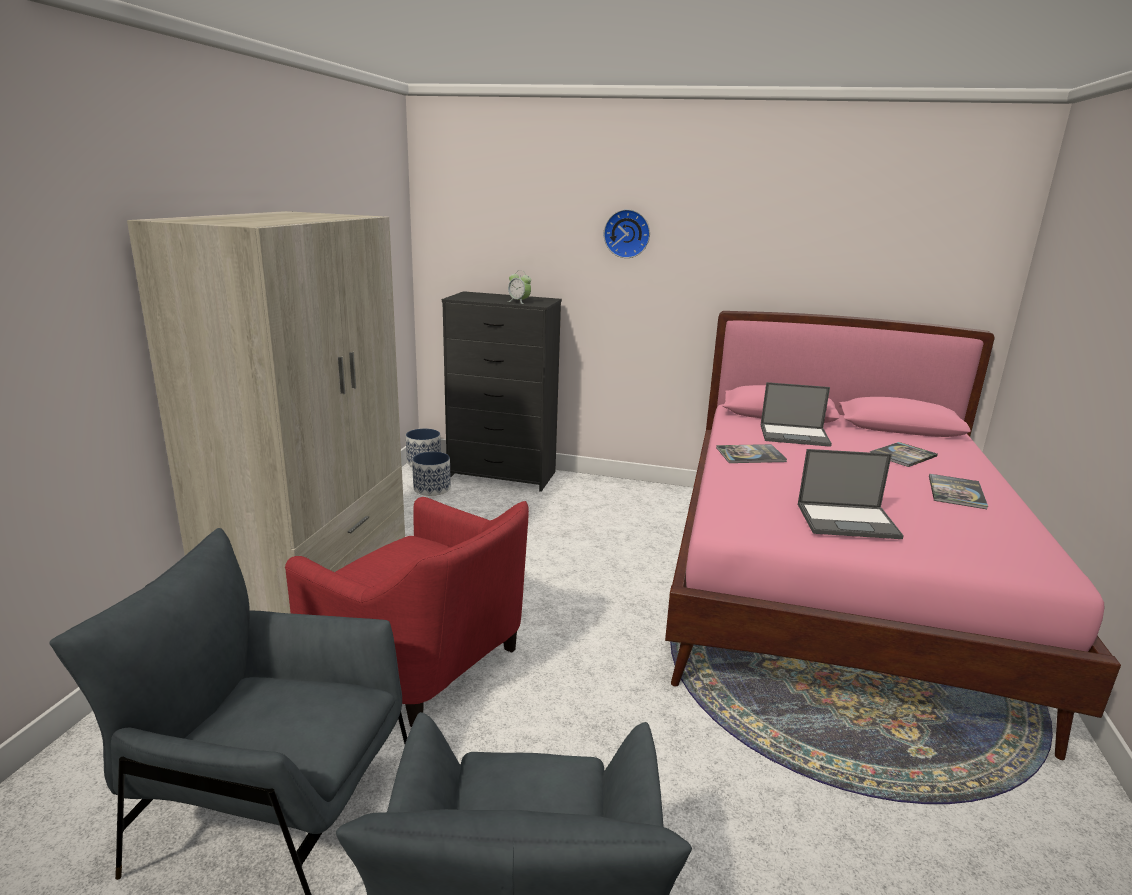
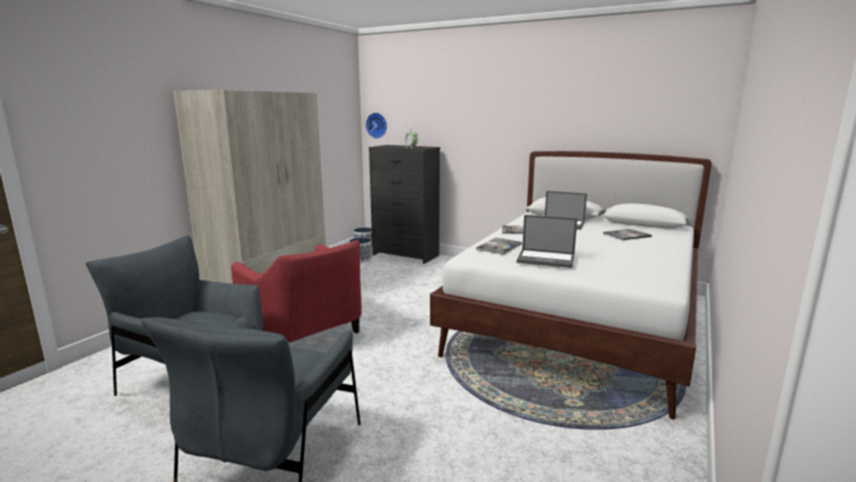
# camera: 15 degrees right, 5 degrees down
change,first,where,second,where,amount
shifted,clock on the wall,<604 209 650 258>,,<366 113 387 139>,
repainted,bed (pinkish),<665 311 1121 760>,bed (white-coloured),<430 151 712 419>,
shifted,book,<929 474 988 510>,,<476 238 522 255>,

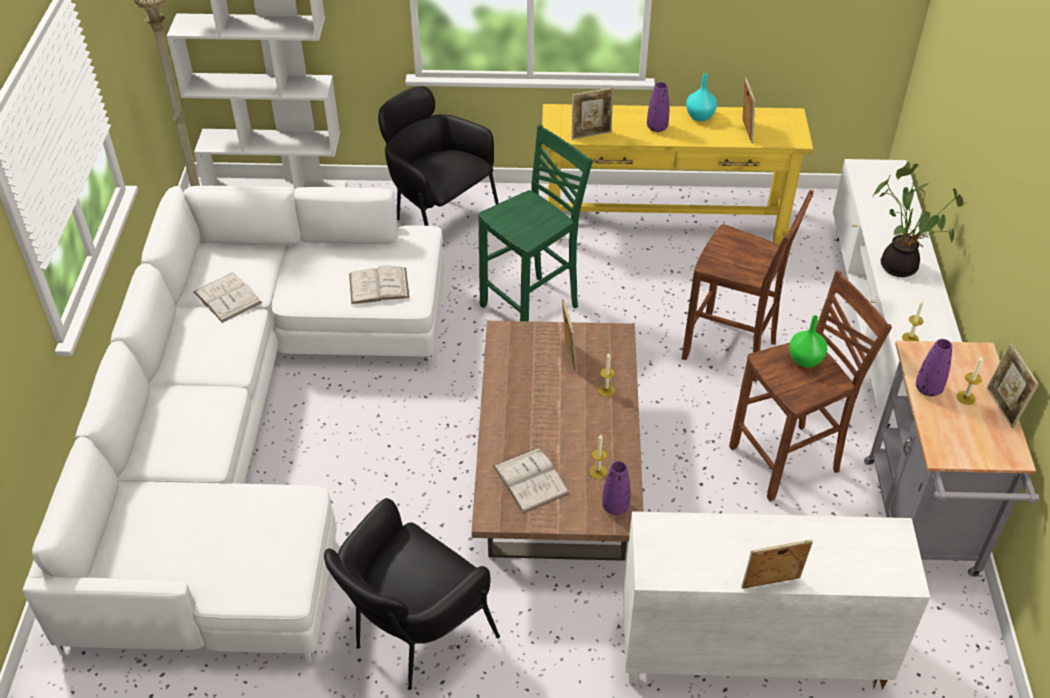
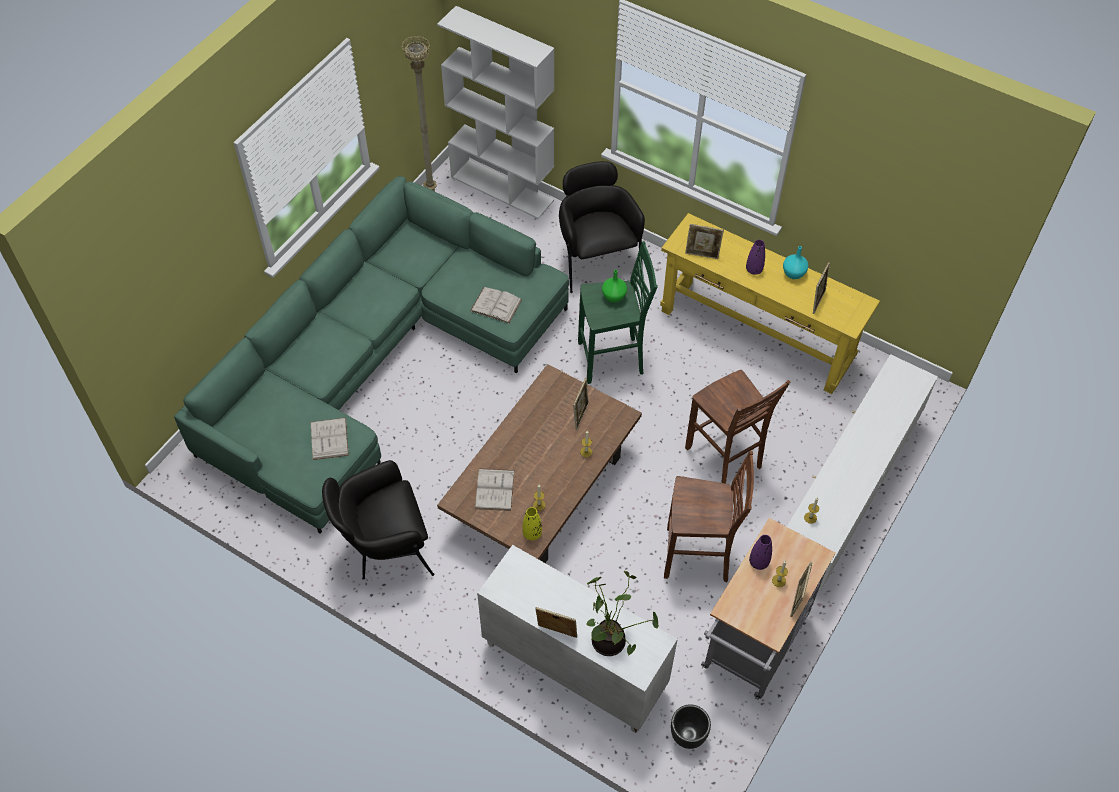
# camera: 30 degrees right, 10 degrees up
change,first,where,second,where,amount
shifted,potted plant,<873 162 963 277>,,<586 571 659 656>,
repainted,settee (white-coloured),<23 186 444 663>,settee (green-coloured),<174 176 569 534>,
shifted,book (white-coloured),<194 272 262 323>,,<311 418 349 460>,
shifted,decorative vase (green-coloured),<789 315 827 368>,,<602 270 627 303>,
repainted,decorative vase (purple),<602 461 630 515>,decorative vase (yellow),<522 507 542 540>,
new,,,planter (black),<671 705 711 749>,

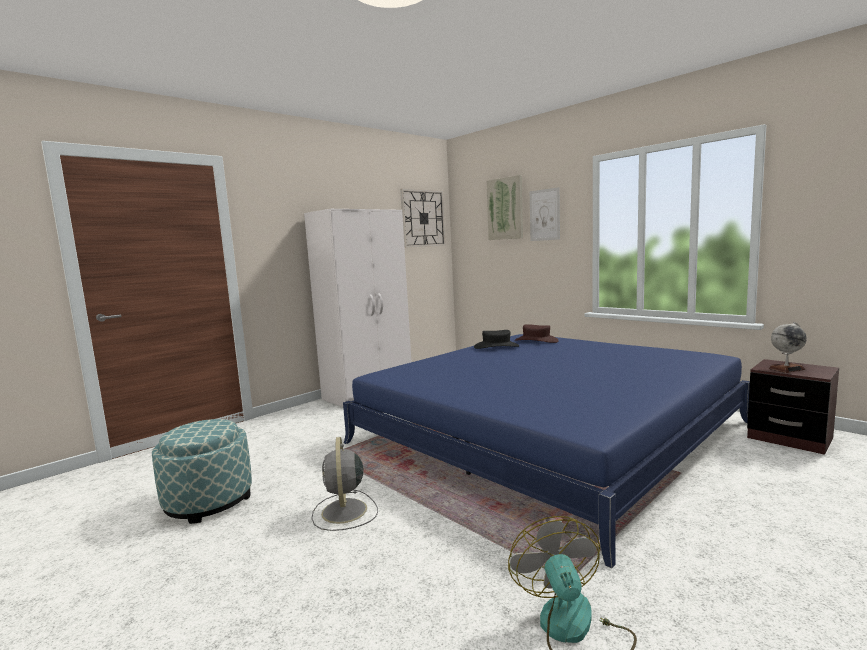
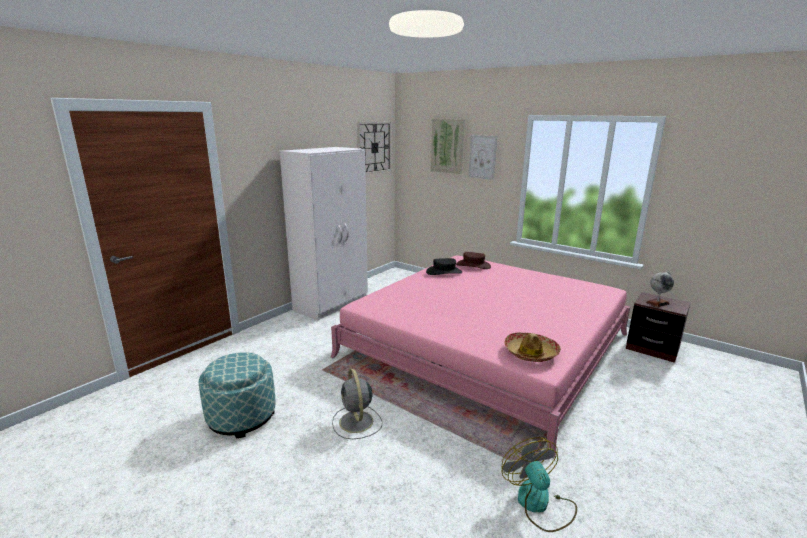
# camera: 10 degrees left, 10 degrees up
change,first,where,second,where,amount
repainted,bed (blue),<343 334 750 568>,bed (pinkish),<331 256 630 458>,
new,,,hat,<504 332 561 362>,

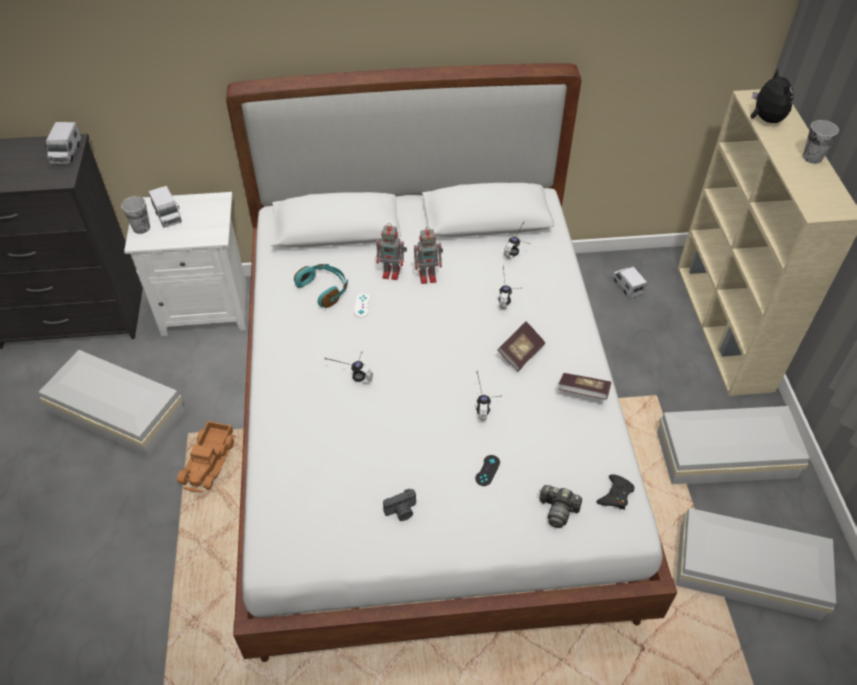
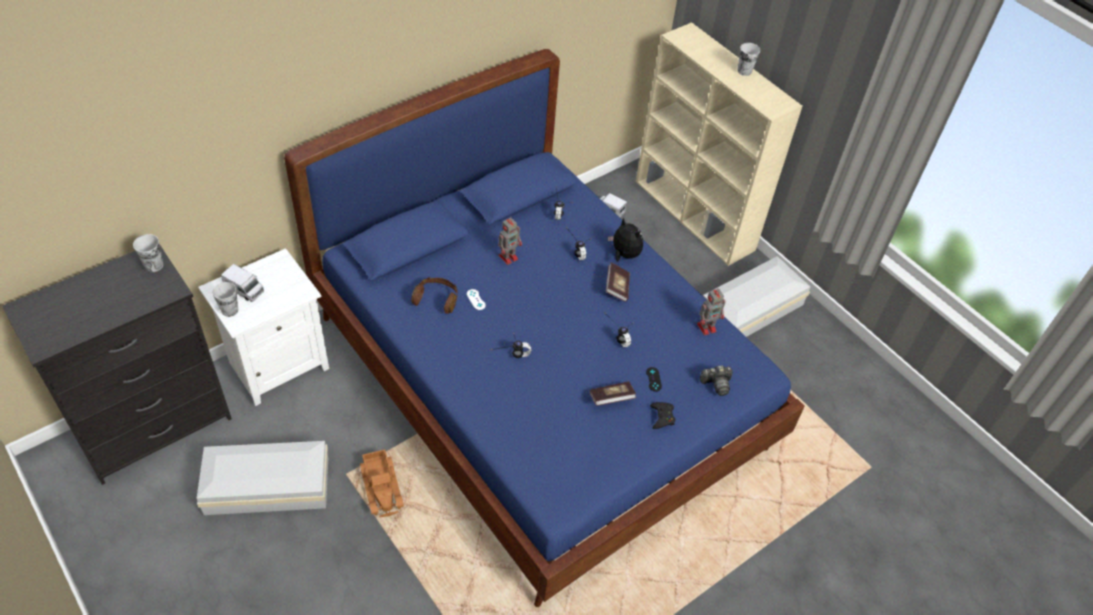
# camera: 35 degrees left, 0 degrees up
change,first,where,second,where,amount
repainted,bed (white-coloured),<226 63 677 662>,bed (blue),<284 49 805 607>,
shifted,plush toy,<750 68 793 123>,,<608 217 643 262>,
swapped,toy lorry,<45 122 82 164>,drinking cup,<133 234 163 272>,
shifted,model robot,<376 223 407 280>,,<697 288 725 336>,
repainted,headset (turquoise),<294 264 348 308>,headset (brown-coloured),<411 277 458 314>,
shifted,book,<558 373 611 400>,,<590 382 637 406>,
shifted,game controller (black),<596 474 635 510>,,<650 402 675 429>,
gone,still camera,<383 489 416 521>,,,
gone,storage container (white-coloured),<676 508 836 620>,,,

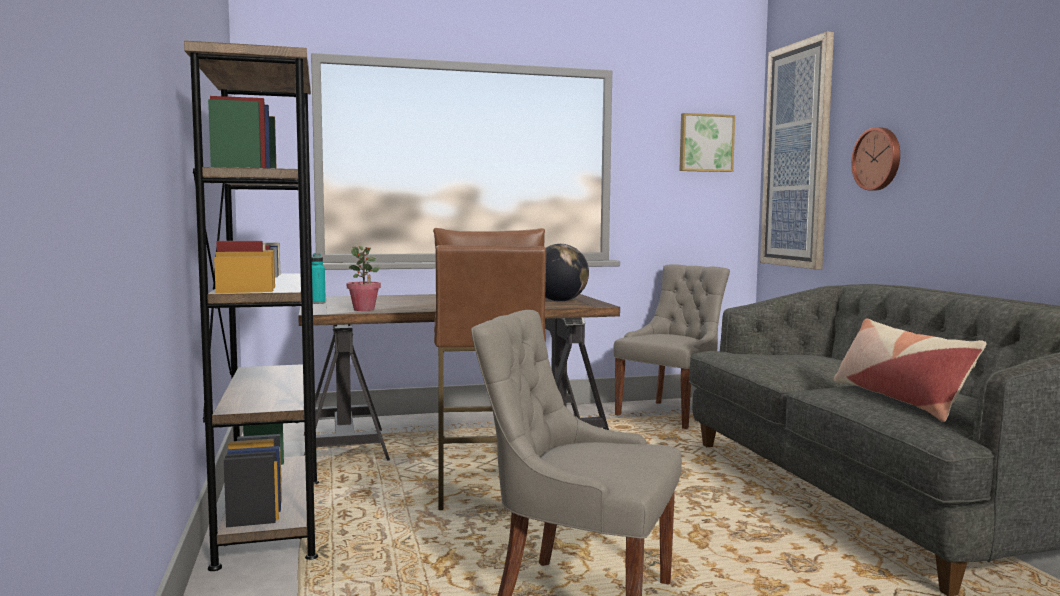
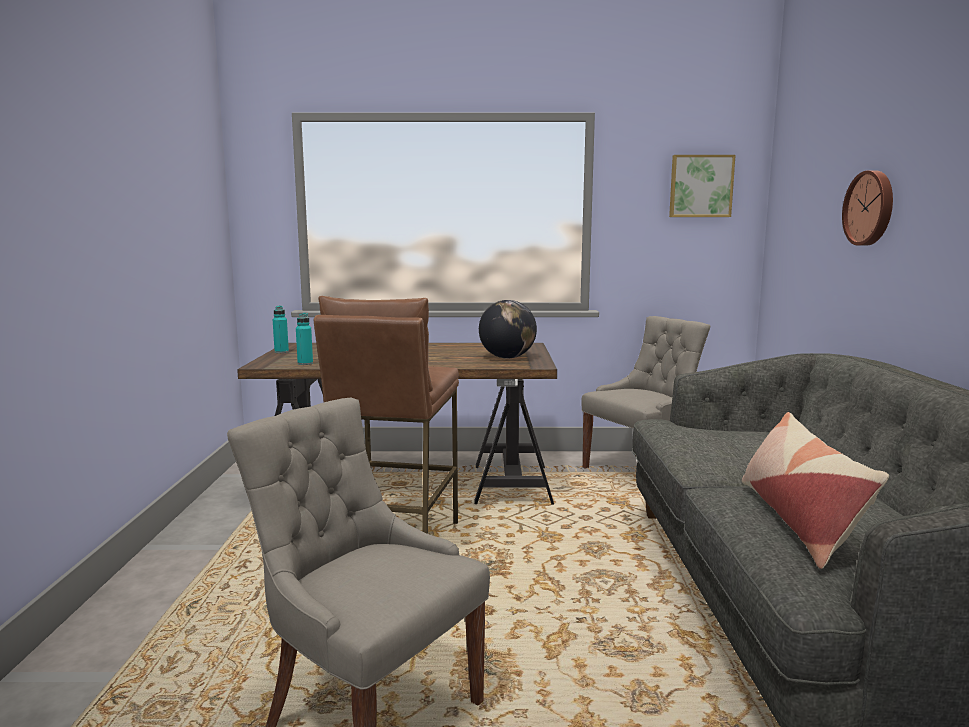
# camera: 15 degrees right, 5 degrees up
change,first,where,second,where,amount
gone,picture,<760 31 834 270>,,,
gone,bookshelf (brown-coloured),<184 41 319 571>,,,
swapped,potted plant,<347 246 381 311>,drink bottle (turquoise),<296 313 313 365>,

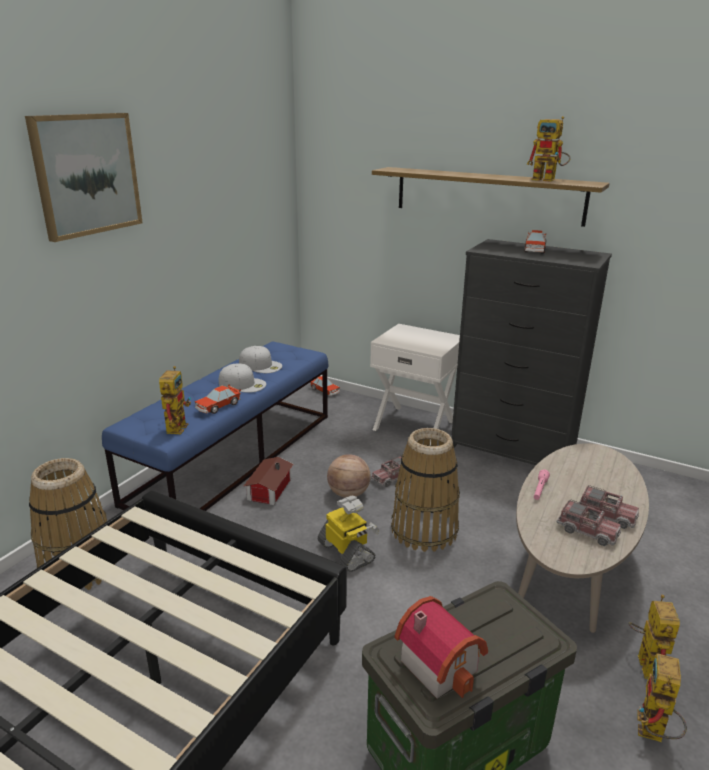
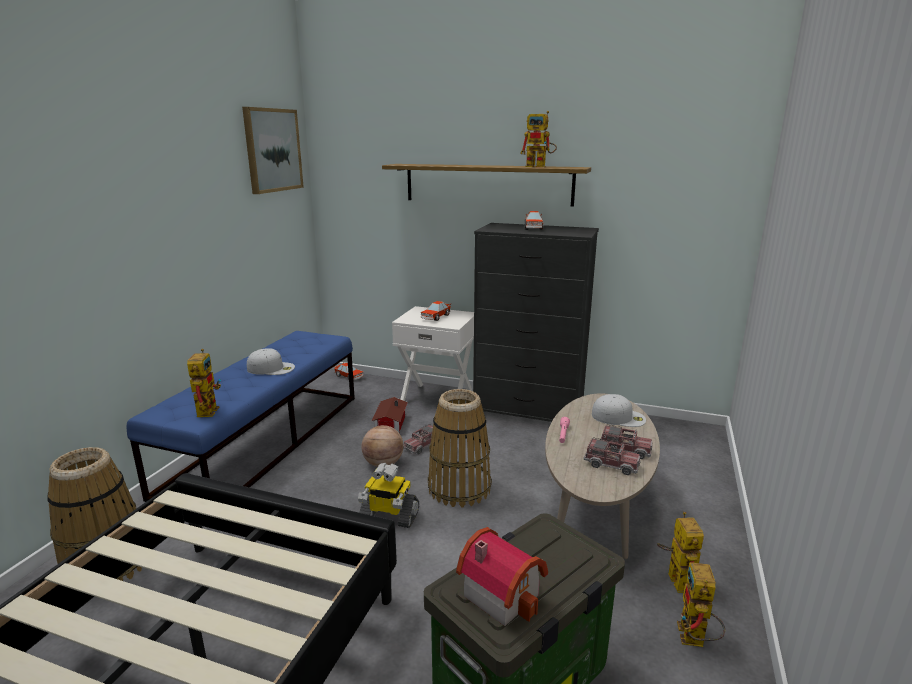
# camera: 10 degrees left, 5 degrees down
change,first,where,second,where,amount
shifted,picture,<25 113 143 242>,,<242 107 304 194>,
shifted,cap (white-coloured),<239 346 282 373>,,<592 394 646 427>,
shifted,toy car,<195 384 241 414>,,<421 301 451 321>,
shifted,miniature house,<244 457 293 505>,,<371 397 408 432>,
rotated,model robot,<318 495 379 572>,,<358 463 419 528>,150 degrees clockwise

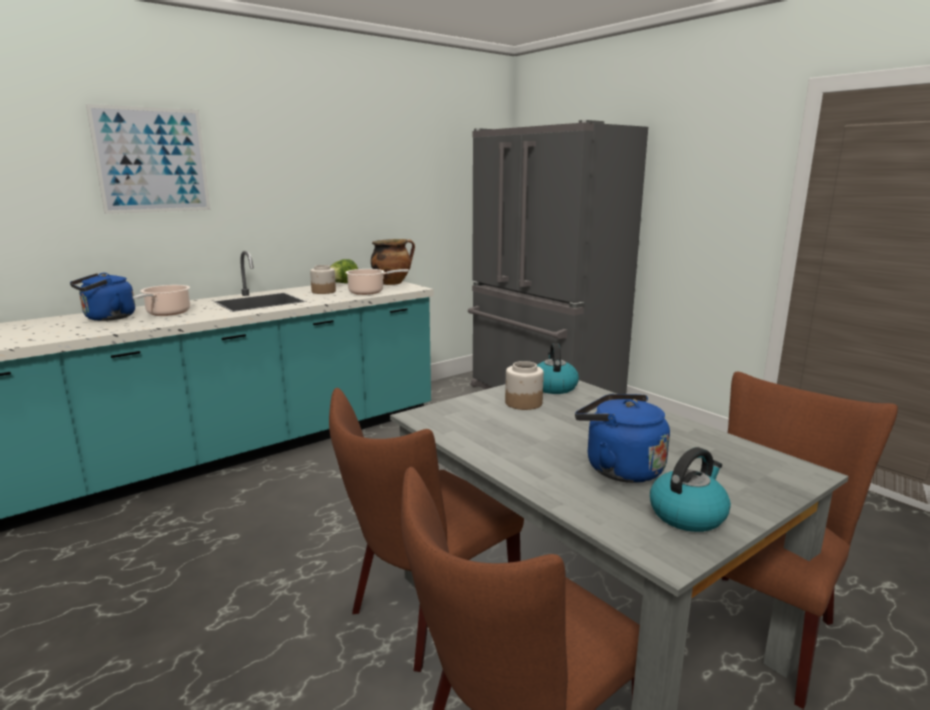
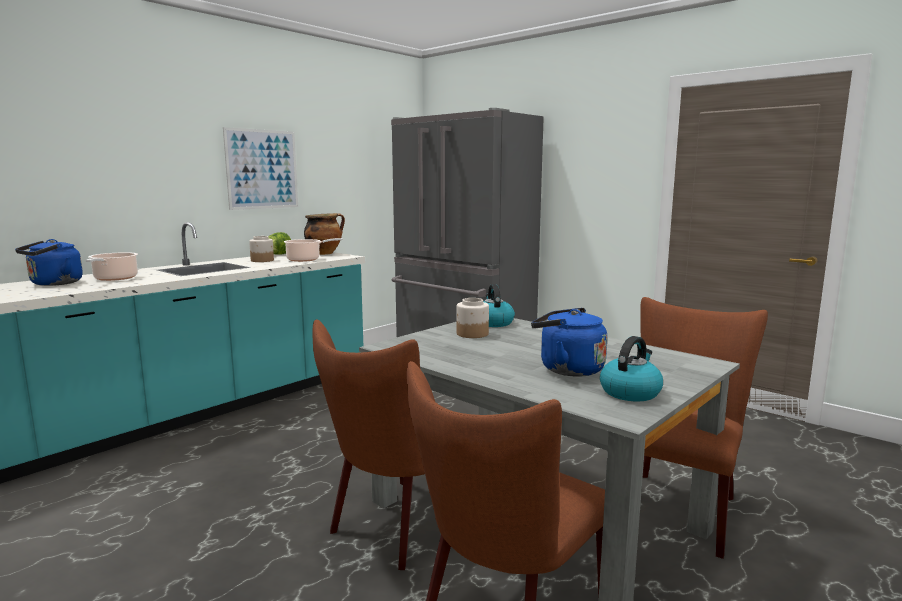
# camera: 10 degrees left, 5 degrees down
change,first,where,second,where,amount
shifted,picture,<86 104 210 214>,,<223 127 298 210>,

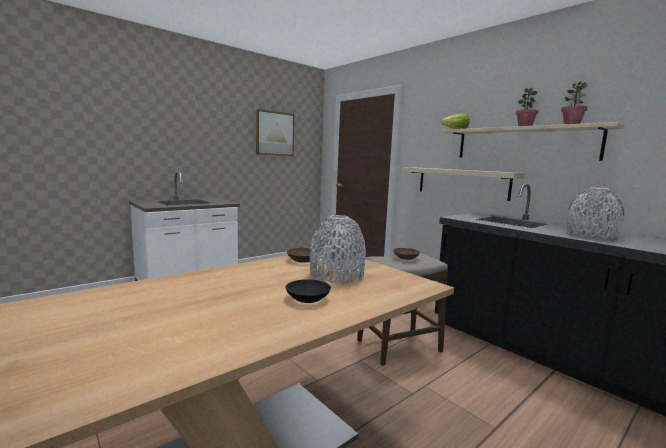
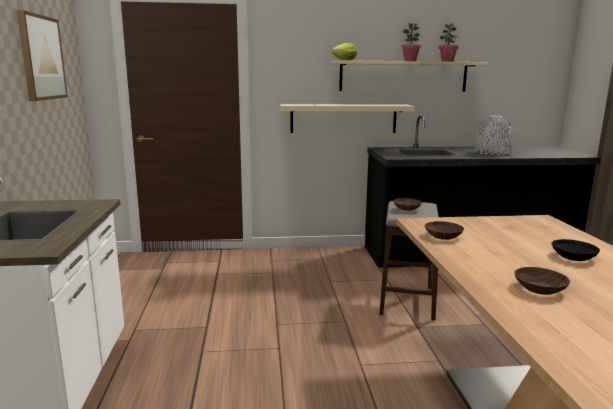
# camera: 55 degrees left, 5 degrees up
change,first,where,second,where,amount
gone,decorative vase (grey),<310 215 366 284>,,,
new,,,serving bowl (brown-coloured),<514 267 570 295>,

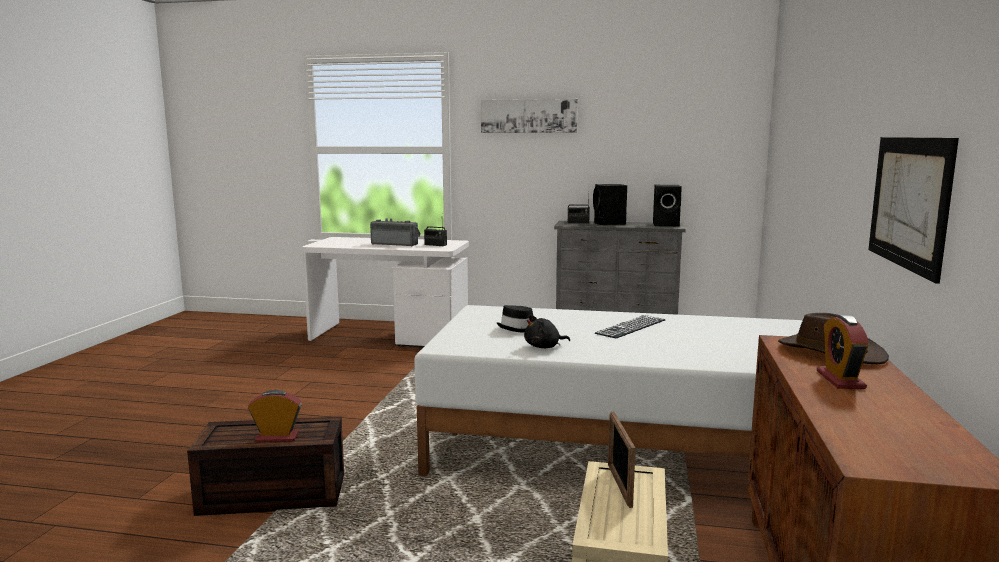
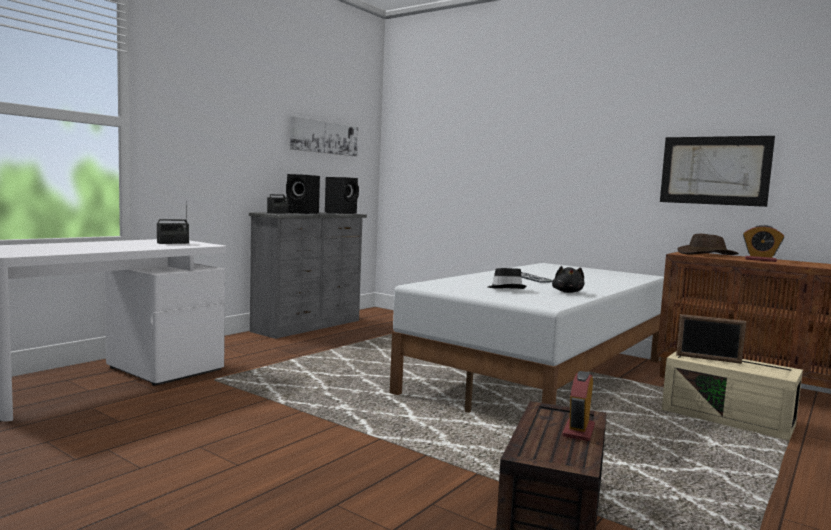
# camera: 65 degrees left, 5 degrees down
change,first,where,second,where,amount
shifted,picture,<481 99 578 133>,,<290 116 358 156>,
gone,radio,<370 218 421 247>,,,

